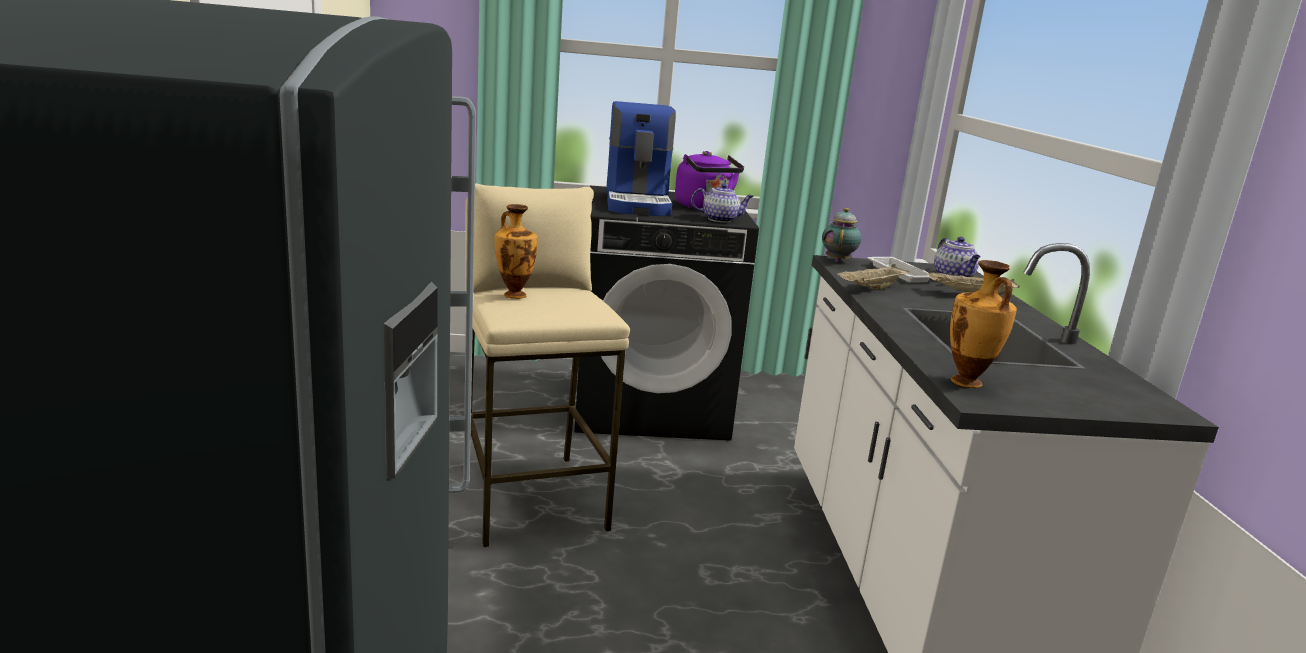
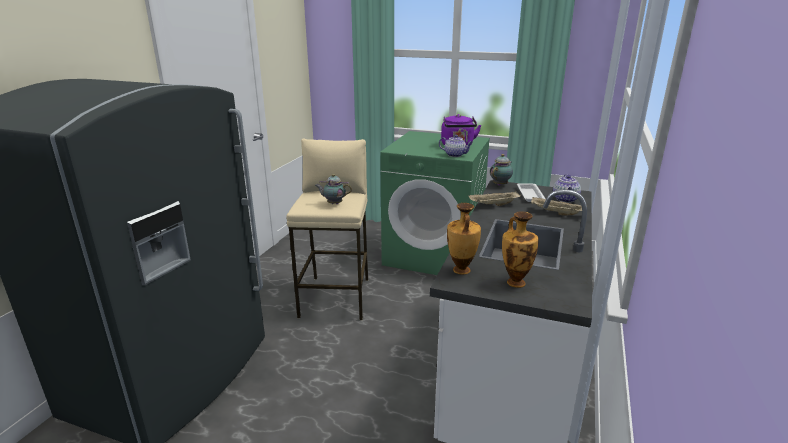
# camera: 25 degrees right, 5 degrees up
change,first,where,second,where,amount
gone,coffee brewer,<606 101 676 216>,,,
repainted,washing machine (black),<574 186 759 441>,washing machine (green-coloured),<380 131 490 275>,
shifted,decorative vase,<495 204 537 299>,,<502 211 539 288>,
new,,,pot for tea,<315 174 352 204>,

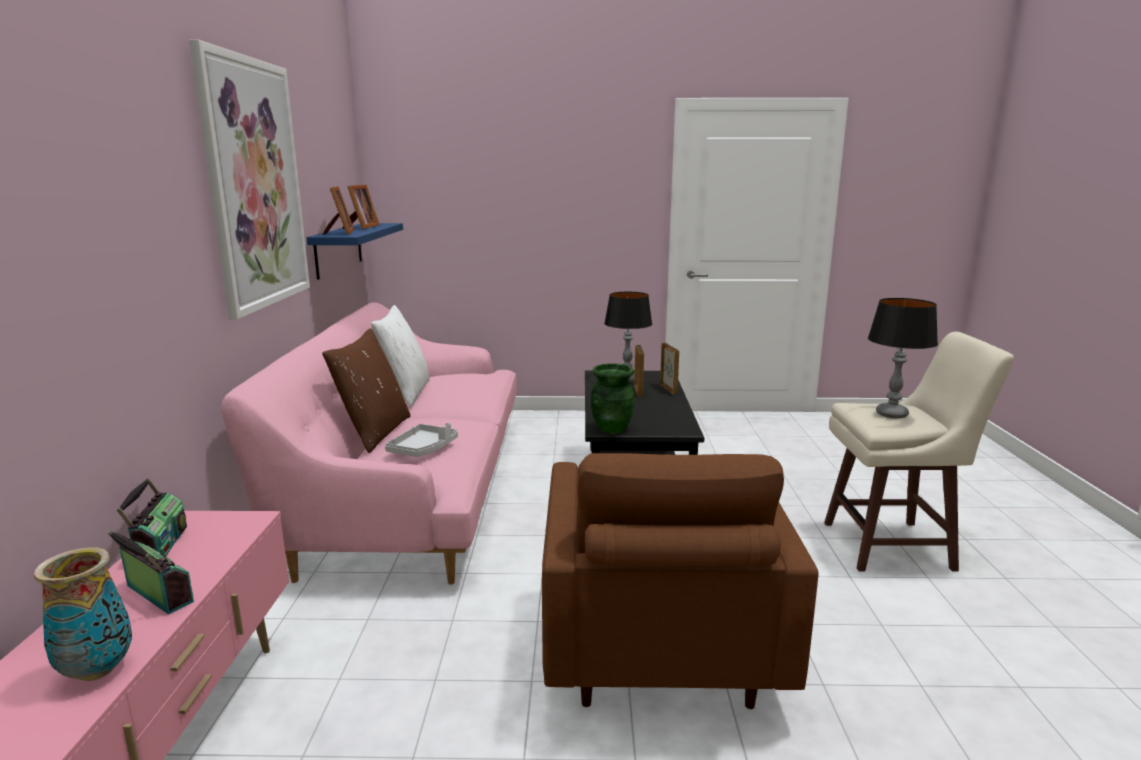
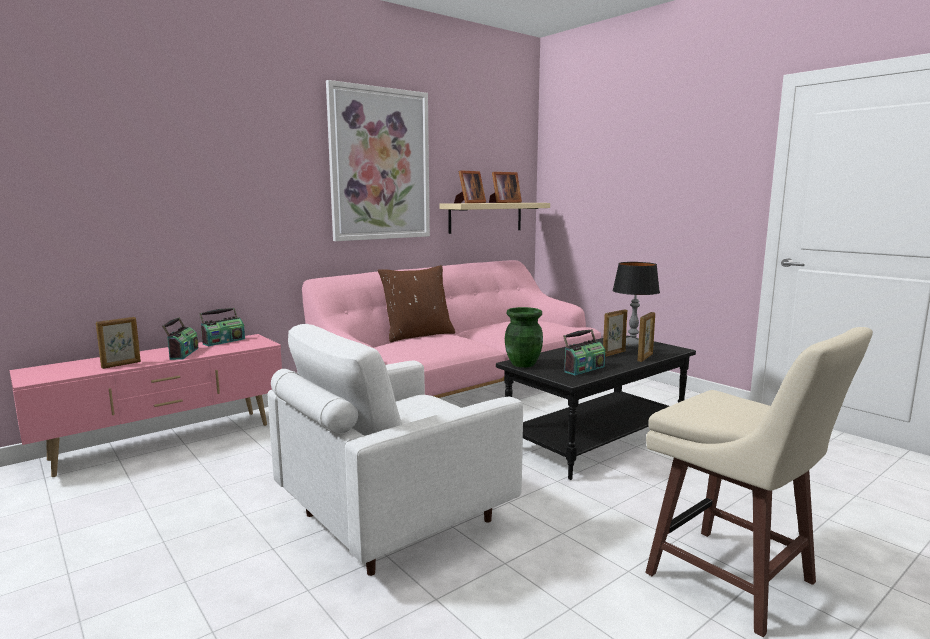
# camera: 50 degrees right, 5 degrees down
change,first,where,second,where,amount
repainted,wall shelf (blue),<306 223 403 280>,wall shelf (beige-coloured),<440 203 550 234>,
gone,table lamp,<868 298 938 419>,,,
gone,pillow (white-coloured),<371 305 430 407>,,,
gone,serving tray (grey),<385 423 458 457>,,,
repainted,lounge chair (brown-coloured),<542 453 818 709>,lounge chair (white-coloured),<268 324 523 576>,
swapped,decorative vase,<34 547 132 681>,photo frame,<96 317 141 369>,
new,,,radio,<563 329 605 375>,

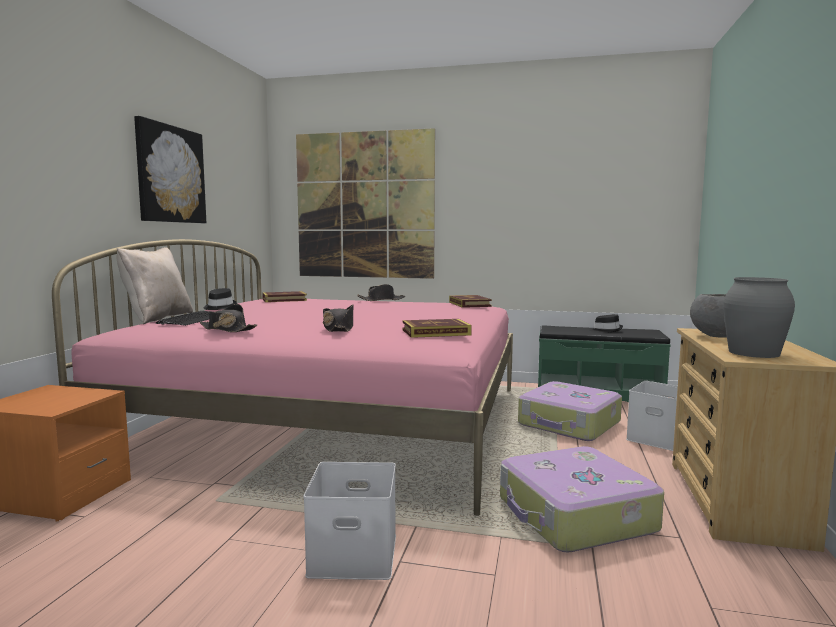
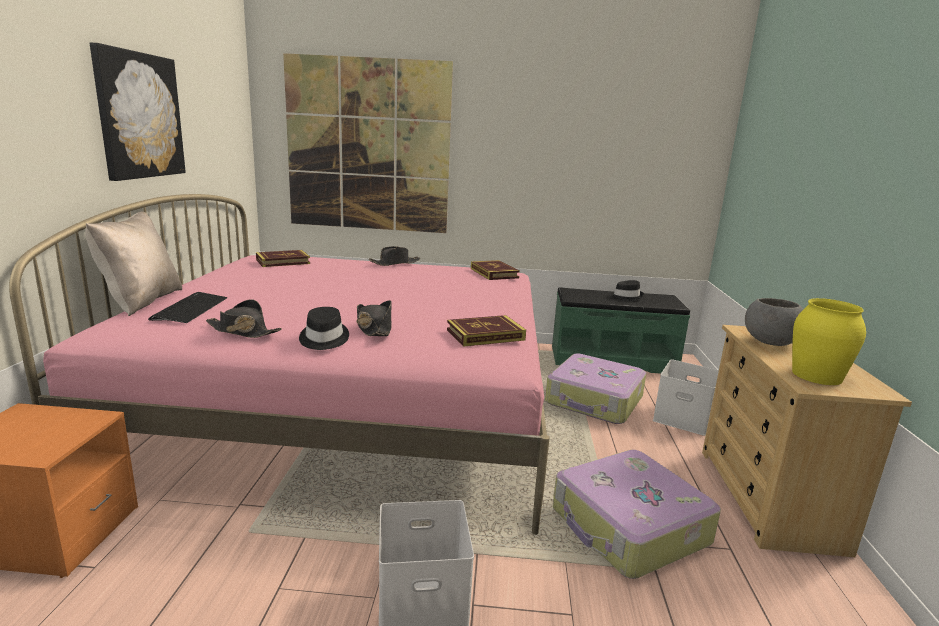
# camera: 10 degrees left, 10 degrees up
change,first,where,second,where,amount
repainted,decorative vase (grey),<723 277 795 358>,decorative vase (yellow),<792 298 866 385>,
shifted,hat (black),<203 288 237 310>,,<299 307 349 350>,

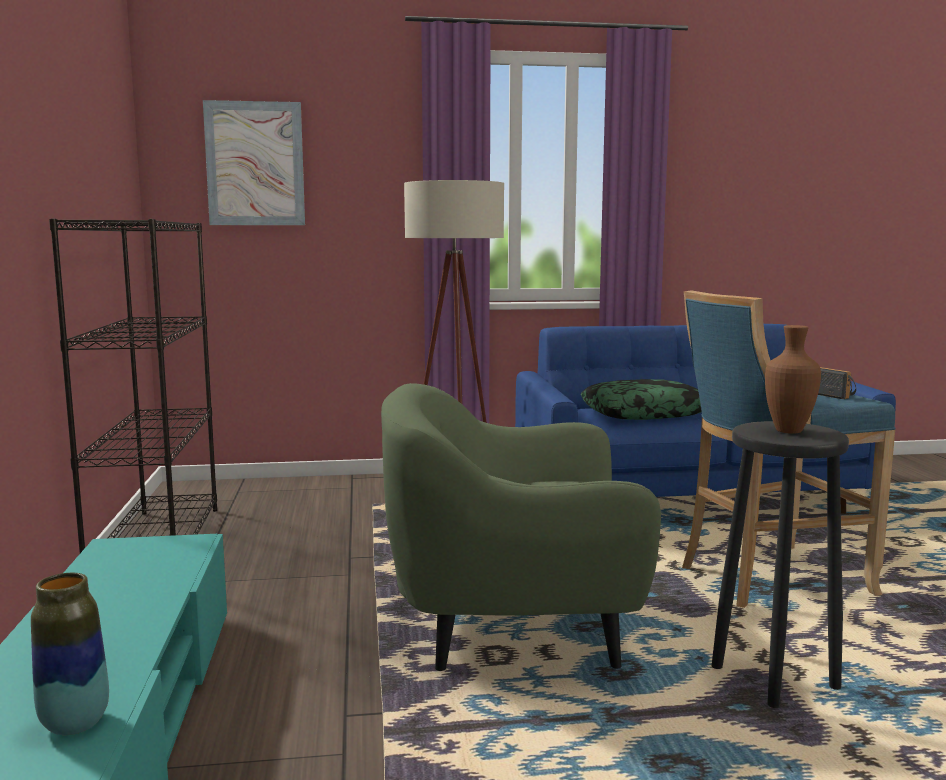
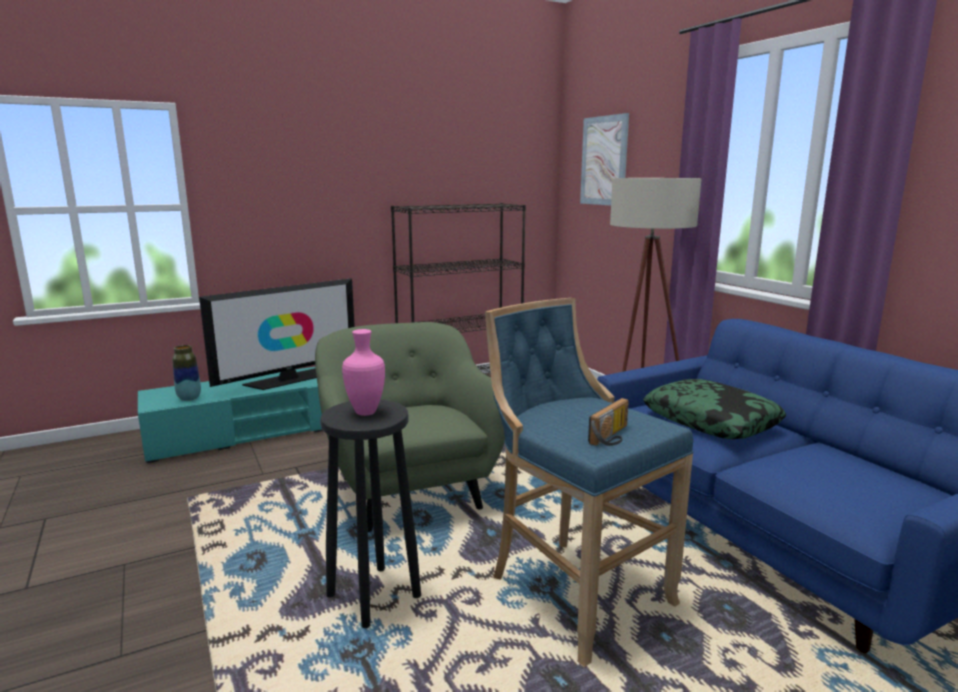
# camera: 70 degrees right, 5 degrees up
change,first,where,second,where,amount
repainted,decorative vase (brown-coloured),<765 325 821 434>,decorative vase (pinkish),<342 329 385 416>,
new,,,TV,<199 278 355 390>,

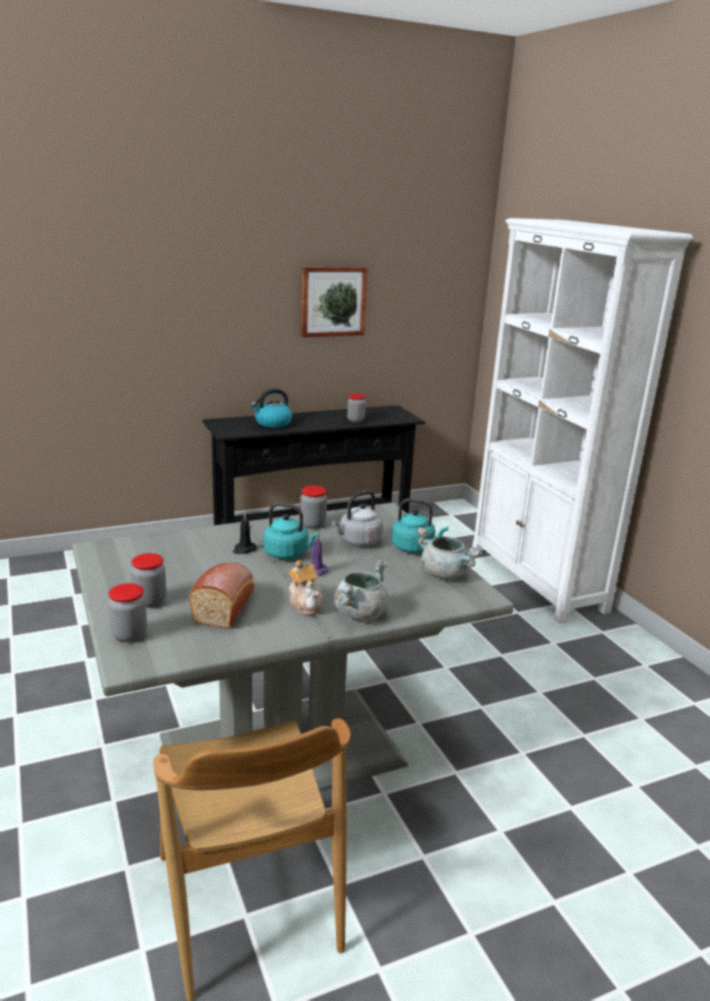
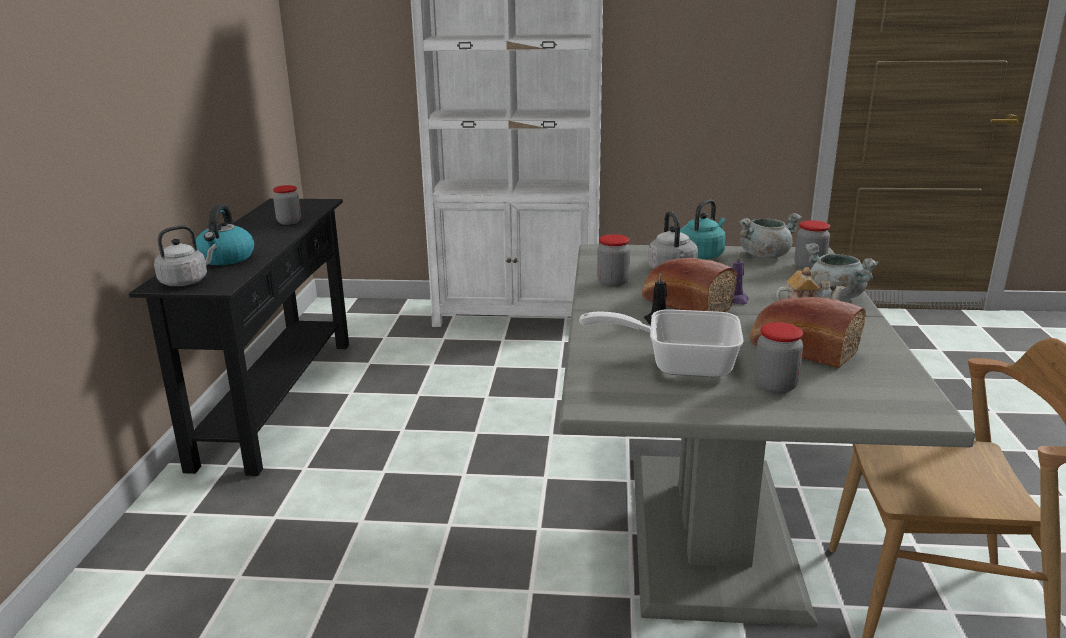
# camera: 60 degrees left, 0 degrees up
change,first,where,second,where,amount
gone,picture,<301 267 368 337>,,,
swapped,kettle (turquoise),<263 503 319 559>,bread,<642 258 737 312>,
shifted,jar,<108 583 147 642>,,<794 220 830 270>,
new,,,kettle (grey),<154 225 217 286>,
new,,,frying pan,<579 309 743 377>,

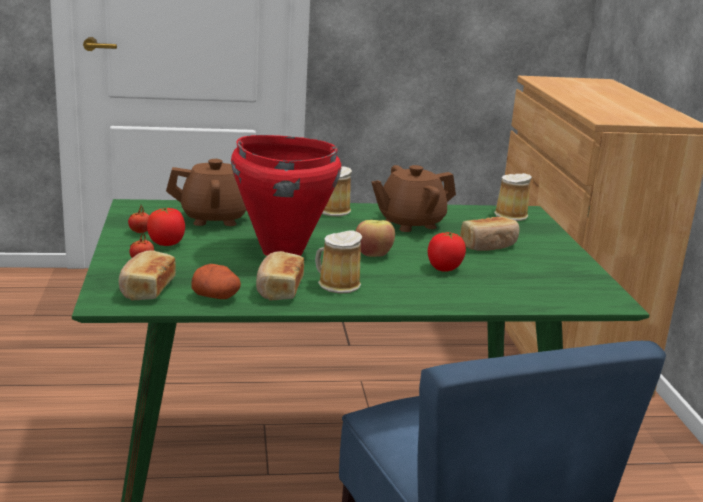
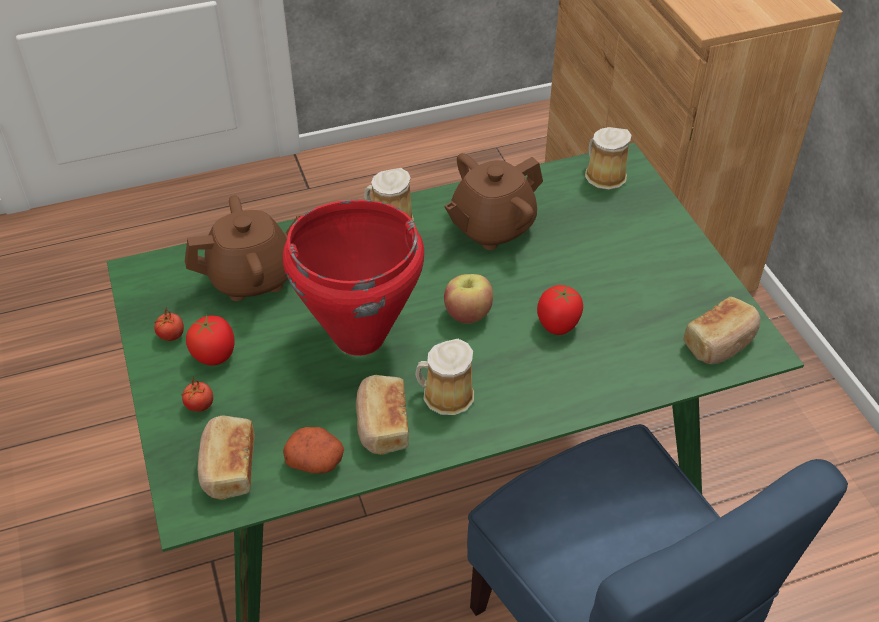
# camera: 10 degrees left, 25 degrees up
change,first,where,second,where,amount
shifted,bread,<460 217 520 251>,,<683 297 760 364>,

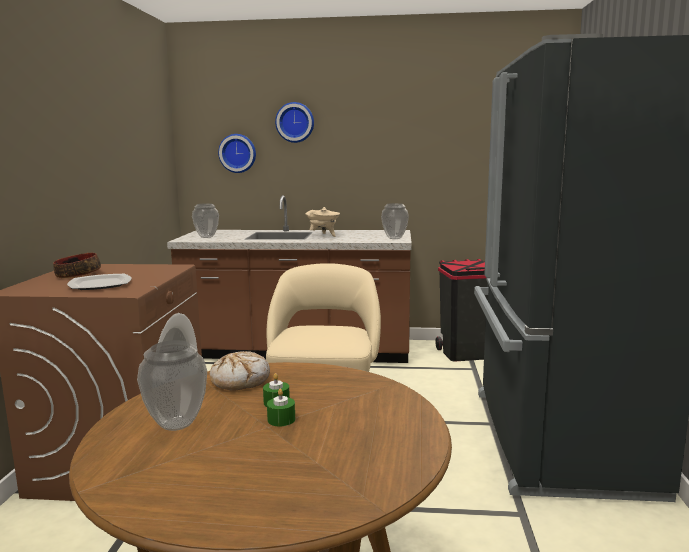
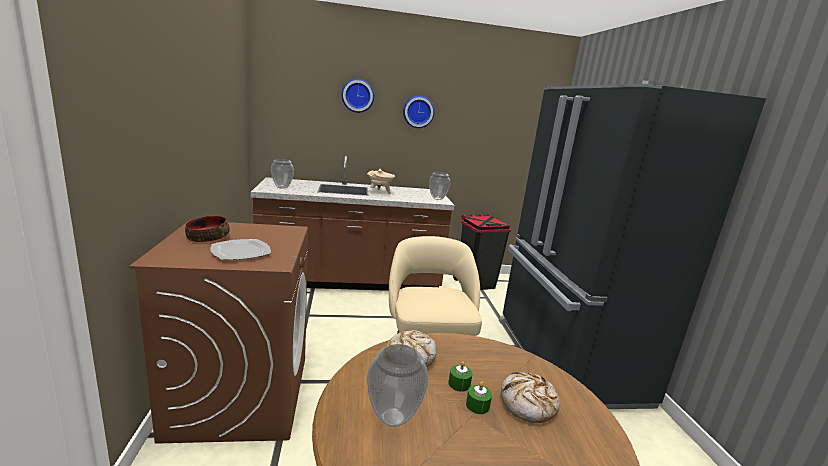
# camera: 15 degrees left, 5 degrees up
change,first,where,second,where,amount
shifted,clock on the wall,<218 134 256 173>,,<403 96 434 128>,
new,,,bread,<501 371 560 423>,

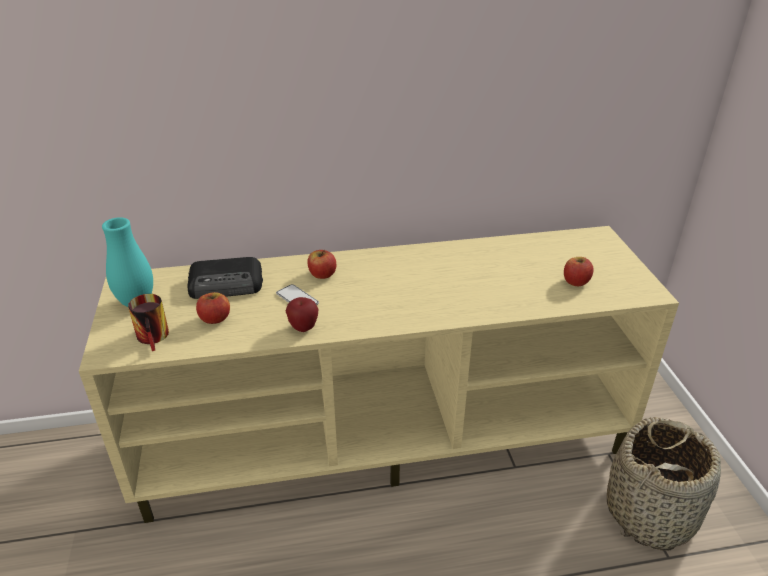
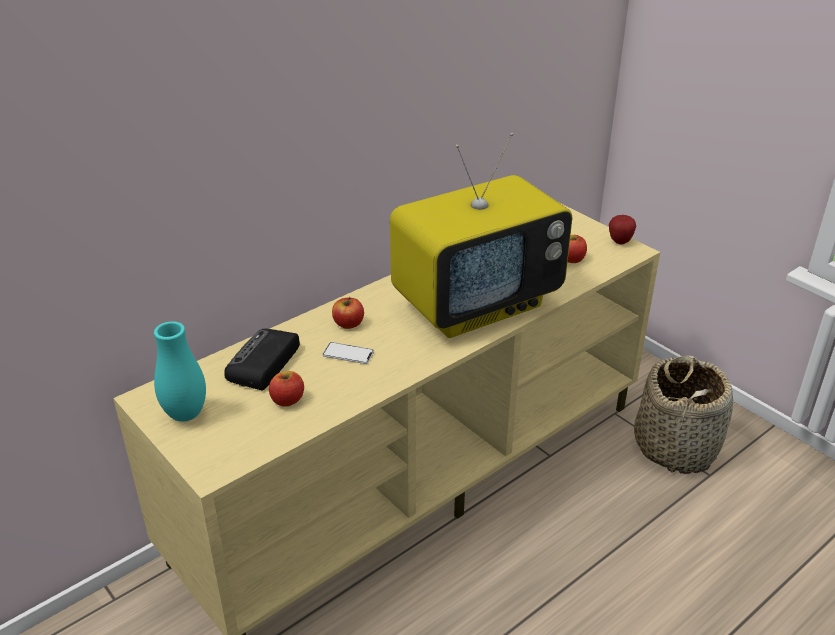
# camera: 30 degrees left, 0 degrees up
change,first,where,second,where,amount
rotated,radio,<187 257 263 299>,,<224 329 300 391>,150 degrees clockwise
gone,coffee mug,<128 294 169 351>,,,
shifted,whole apple,<286 297 319 332>,,<609 215 636 244>,
new,,,TV,<390 133 572 338>,

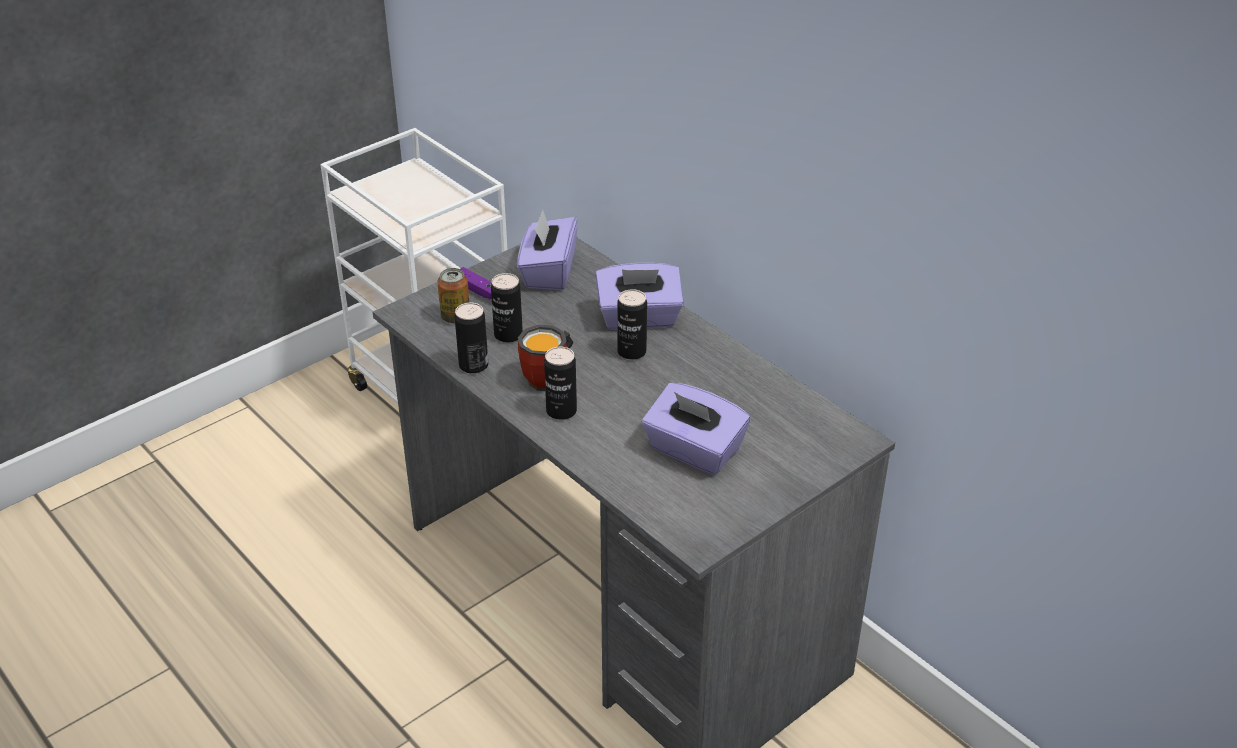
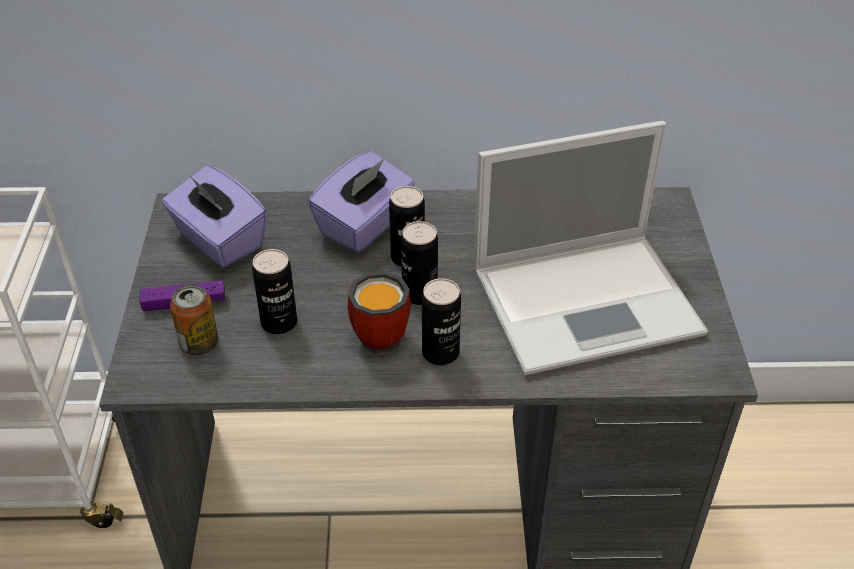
# camera: 50 degrees left, 5 degrees up
change,first,where,second,where,amount
shifted,sealed can,<455 303 488 374>,,<401 221 438 305>,
swapped,tissue box (purple),<642 383 750 475>,laptop,<474 121 708 376>,

